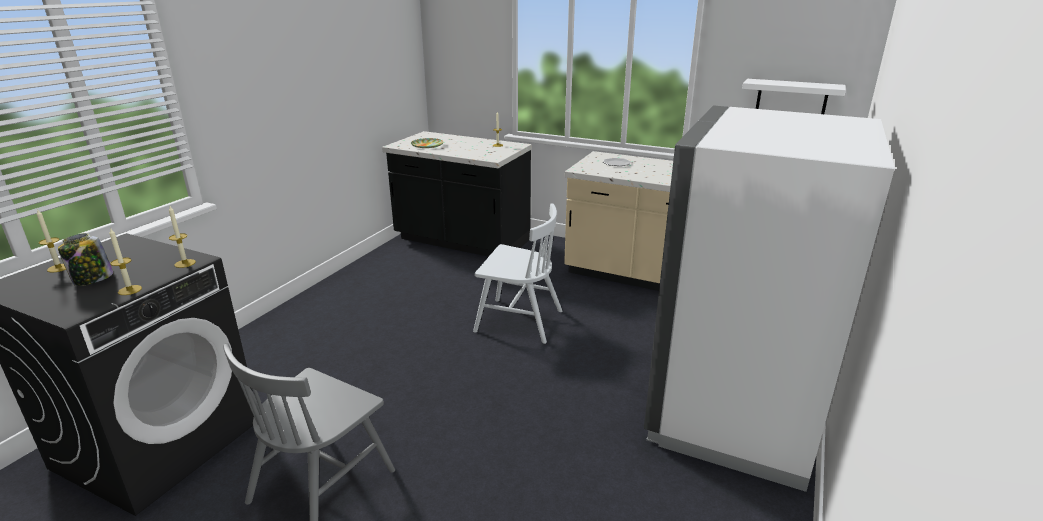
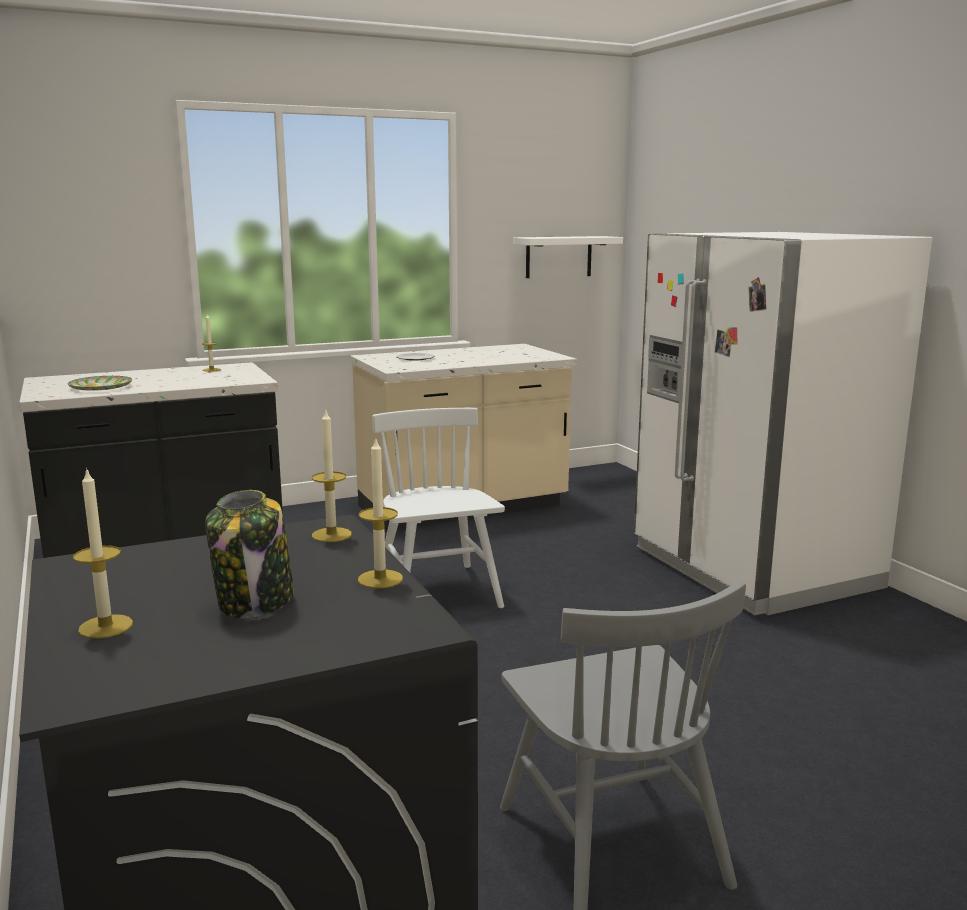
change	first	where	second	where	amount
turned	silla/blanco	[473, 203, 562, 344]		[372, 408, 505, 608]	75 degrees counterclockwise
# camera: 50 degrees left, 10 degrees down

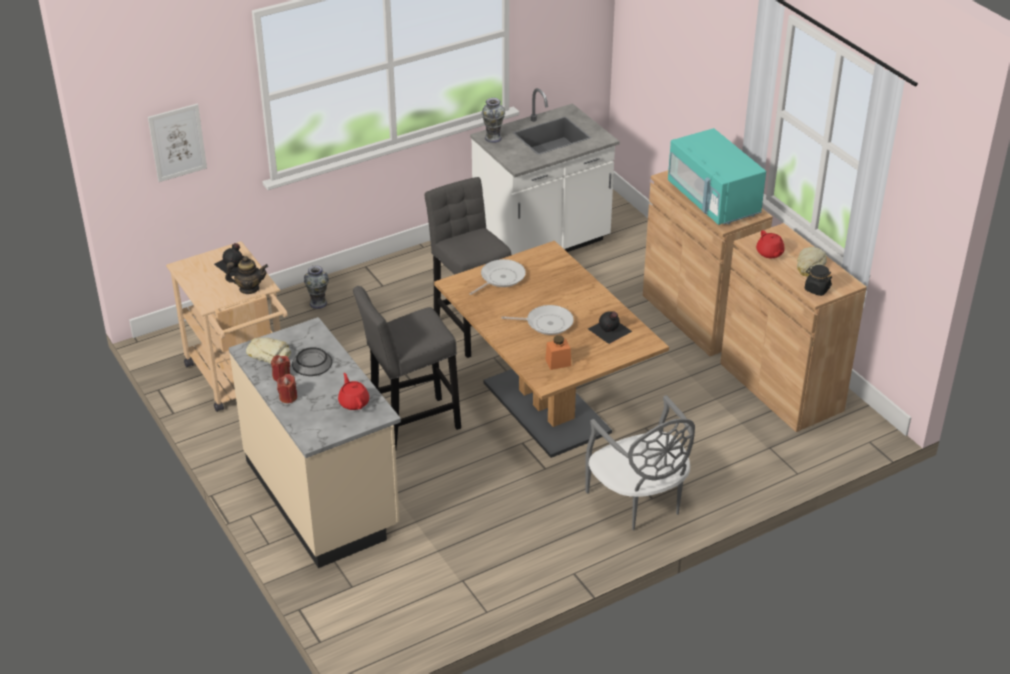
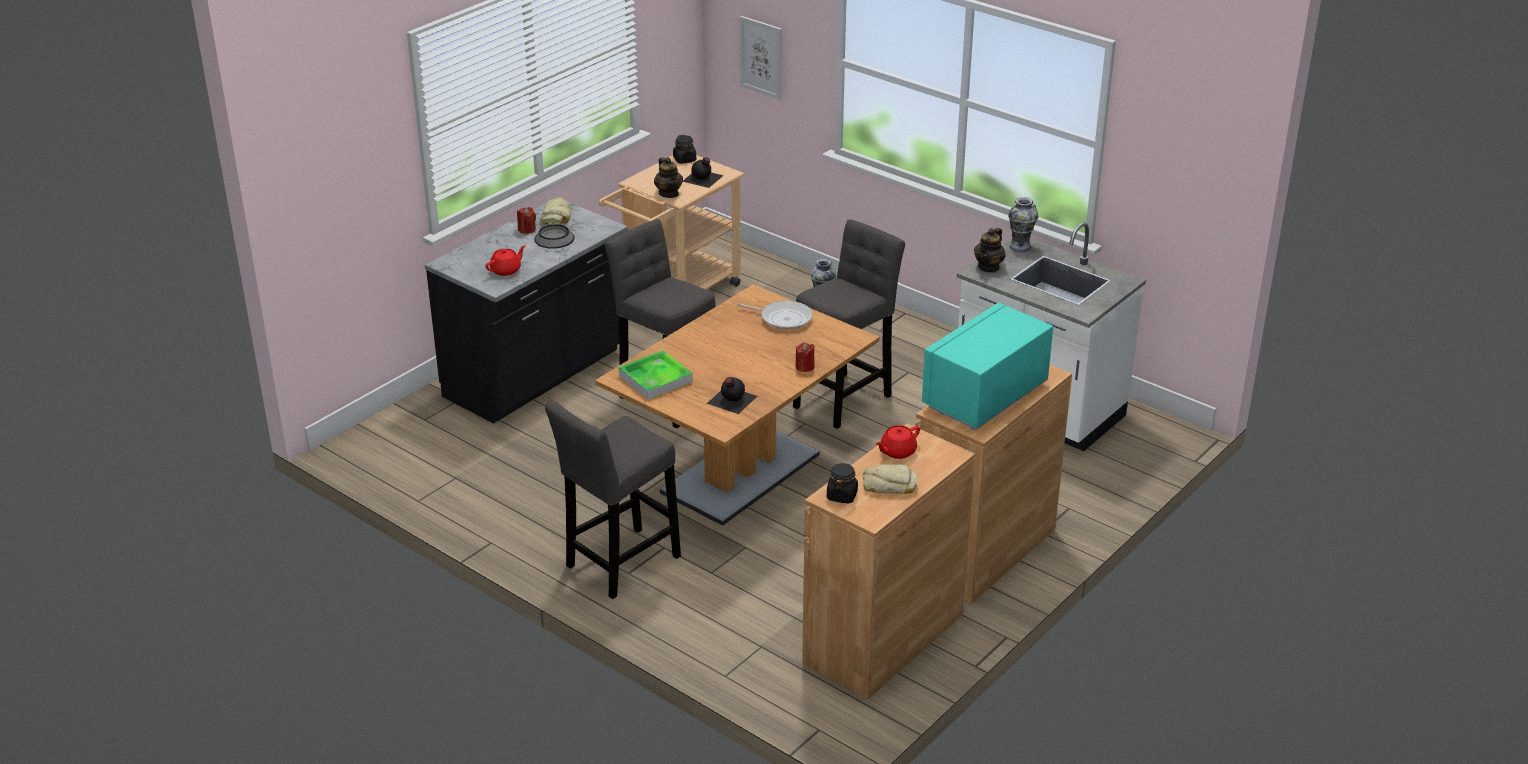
change	first	where	second	where	amount
removed	sartén	[501, 305, 574, 335]			
added			tarro/negro	[673, 135, 696, 164]	
added			tetera	[974, 228, 1006, 273]	
moved	vela/rojo	[277, 374, 297, 403]		[796, 342, 815, 372]	
replaced	tarro/naranja	[545, 336, 571, 370]	bandeja	[619, 350, 693, 400]	
replaced	silla/gris	[585, 395, 695, 531]	taburete/gris	[545, 401, 681, 599]	
recoloured	mueble bajo de cocina/beis	[229, 317, 401, 568]	mueble bajo de cocina/negro	[425, 201, 628, 424]	
# camera: 70 degrees right, 5 degrees down

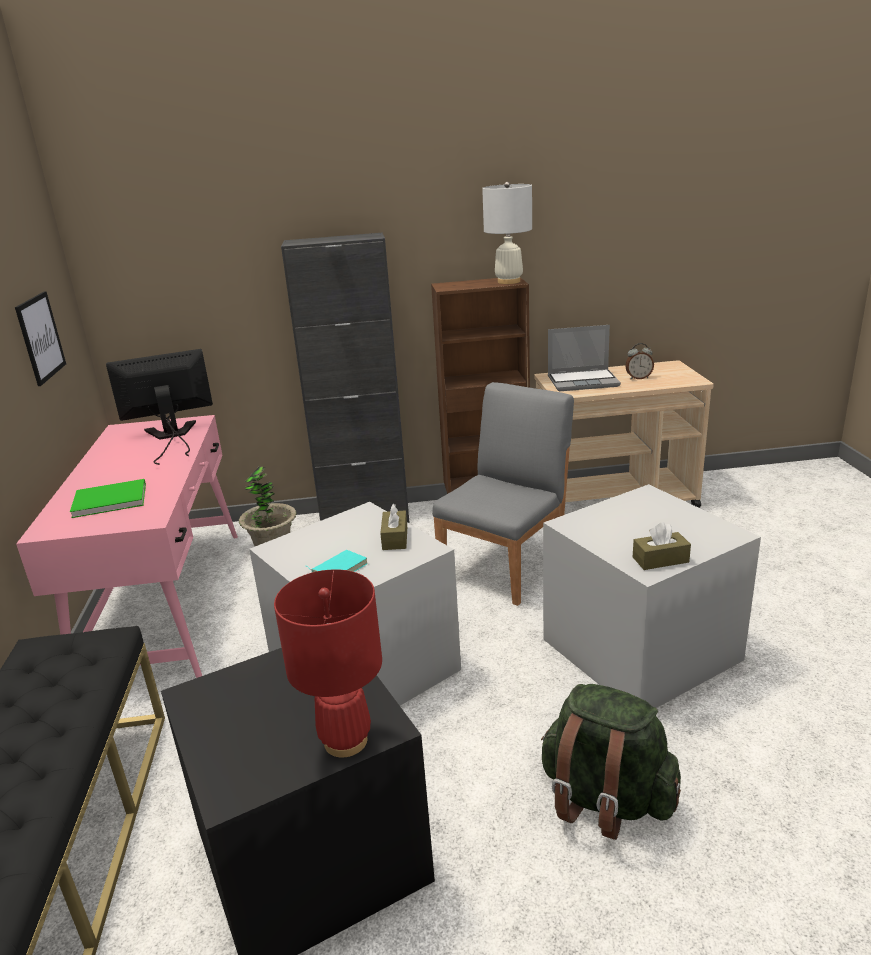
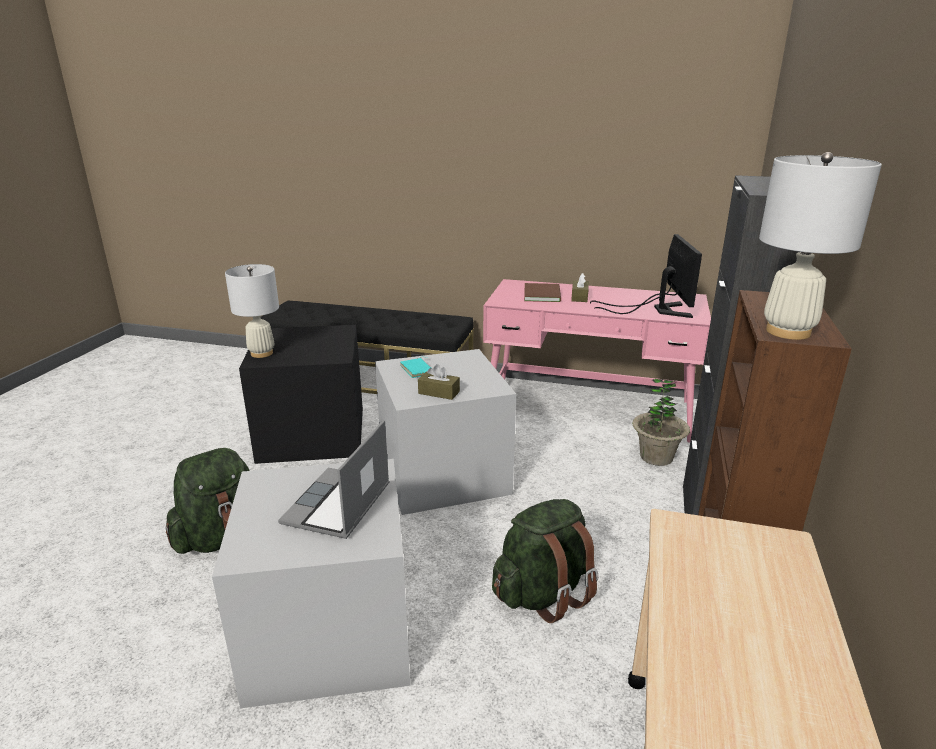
change	first	where	second	where	amount
removed	cuadro	[15, 291, 66, 386]			
removed	despertador	[625, 343, 654, 379]			
moved	portátil	[548, 325, 621, 391]		[278, 420, 389, 539]	
moved	caja de pañuelos/marrón	[633, 522, 691, 570]		[571, 273, 589, 302]	
replaced	silla/gris	[432, 382, 574, 606]	mochila/verde	[492, 499, 598, 623]	
recoloured	libro/verde	[70, 479, 146, 518]	libro/marrón	[524, 283, 561, 302]	
recoloured	lámpara de mesa/rojo	[274, 569, 382, 757]	lámpara de mesa/blanco	[225, 264, 279, 358]	
# camera: 110 degrees right, 0 degrees up

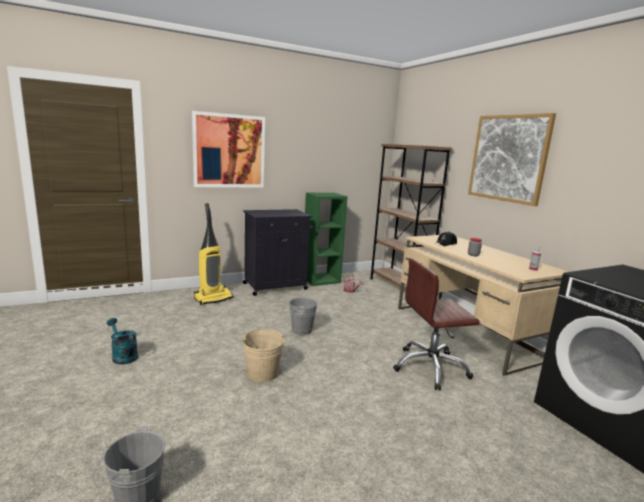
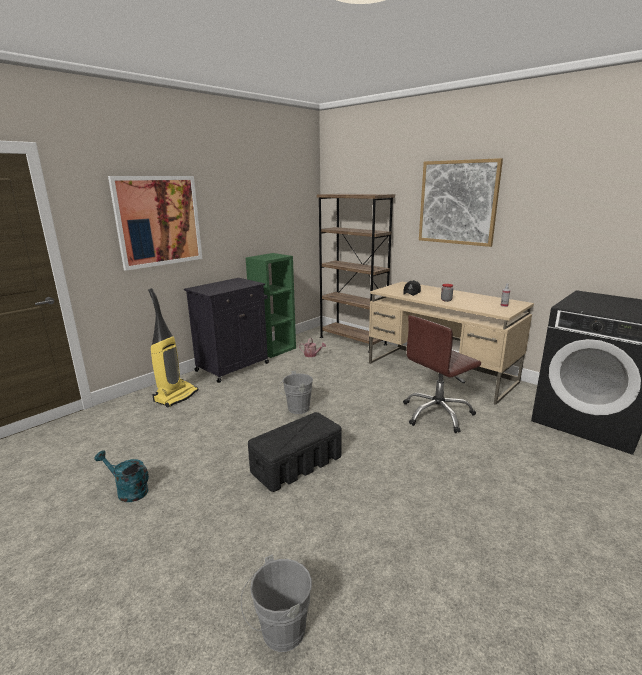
change	first	where	second	where	amount
replaced	cubo/beis	[242, 328, 285, 382]	caja de almacenaje/negro	[248, 412, 342, 492]	
# camera: 20 degrees left, 5 degrees up

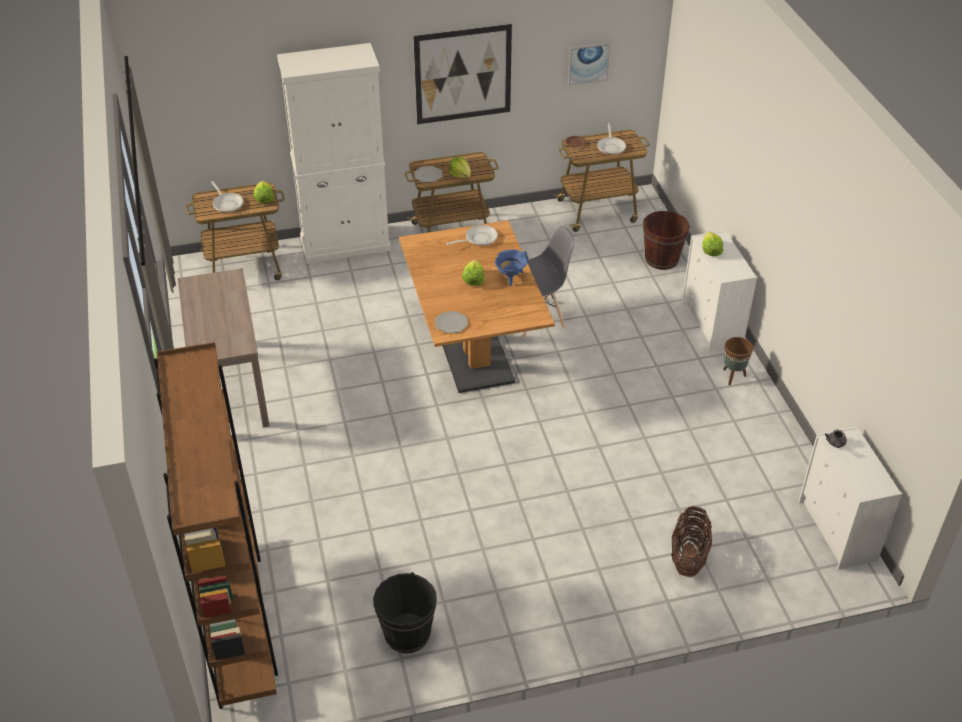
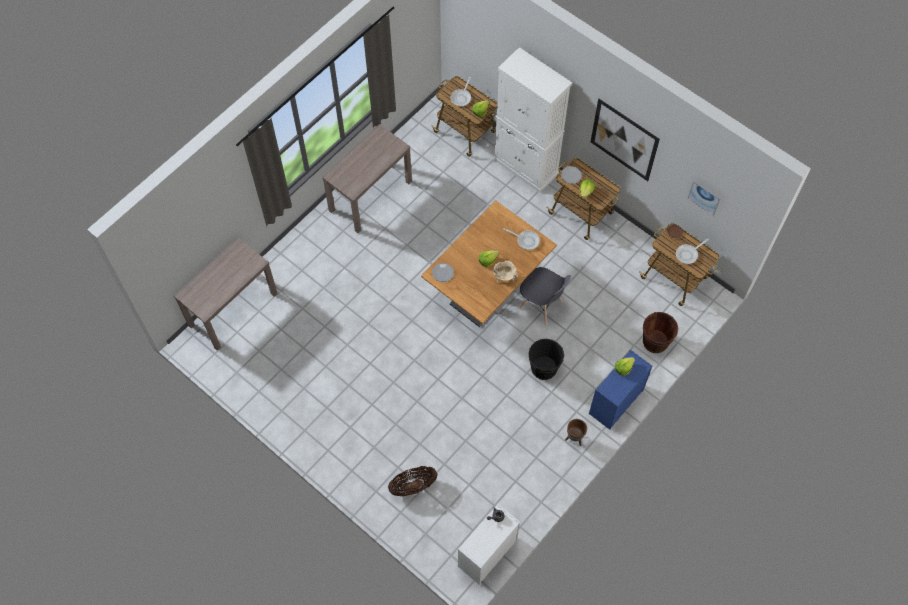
change	first	where	second	where	amount
moved	cubo/negro	[373, 572, 437, 653]		[529, 339, 564, 380]	
replaced	estantería/marrón	[154, 342, 278, 709]	mesa consola/marrón	[174, 238, 277, 351]	
recoloured	olla/azul	[495, 250, 528, 286]	olla/beis	[493, 260, 518, 283]	
recoloured	cómoda/blanco	[682, 230, 757, 350]	cómoda/azul	[589, 350, 652, 430]	
# camera: 55 degrees right, 20 degrees up

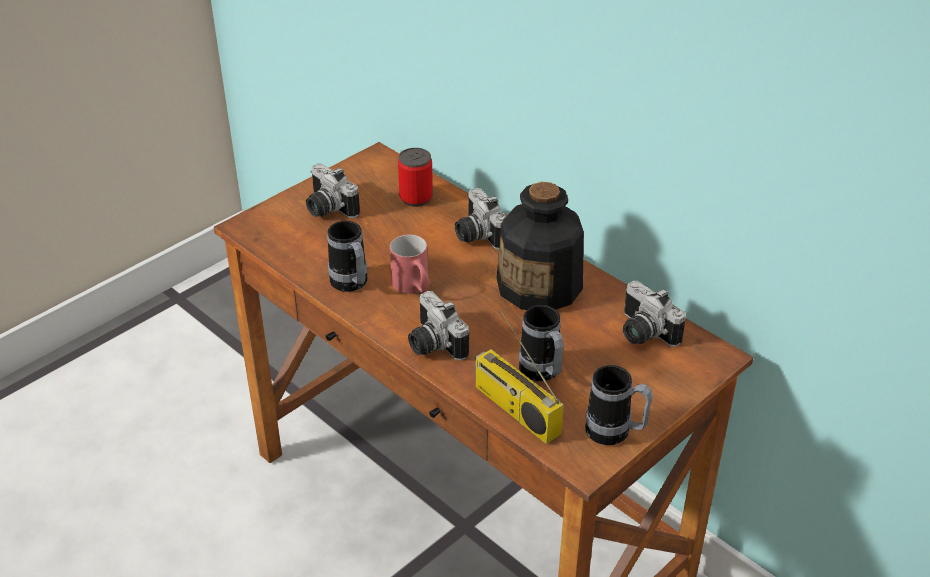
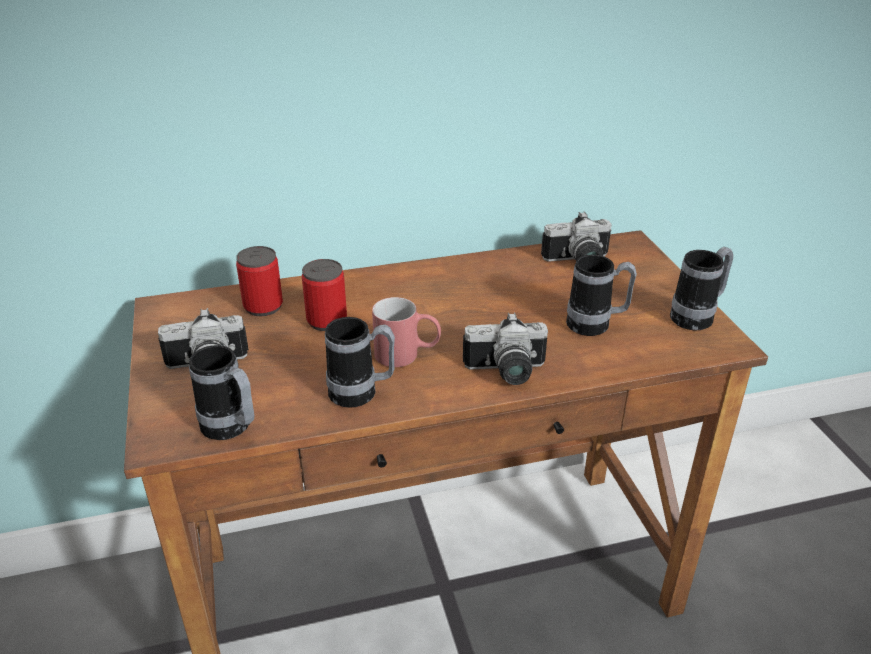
change	first	where	second	where	amount
removed	cámara	[455, 188, 506, 250]			
removed	radio	[475, 310, 564, 444]			
removed	botella	[497, 182, 584, 310]			
added			taza grande	[189, 345, 254, 440]	
added			lata	[302, 259, 347, 331]	
# camera: 60 degrees left, 5 degrees down

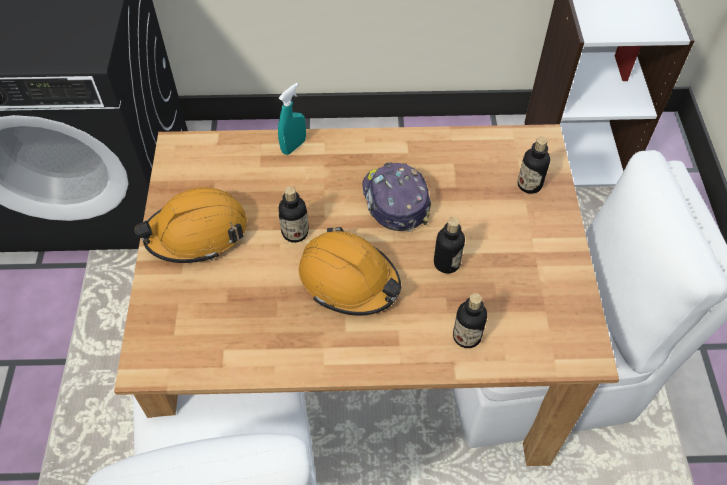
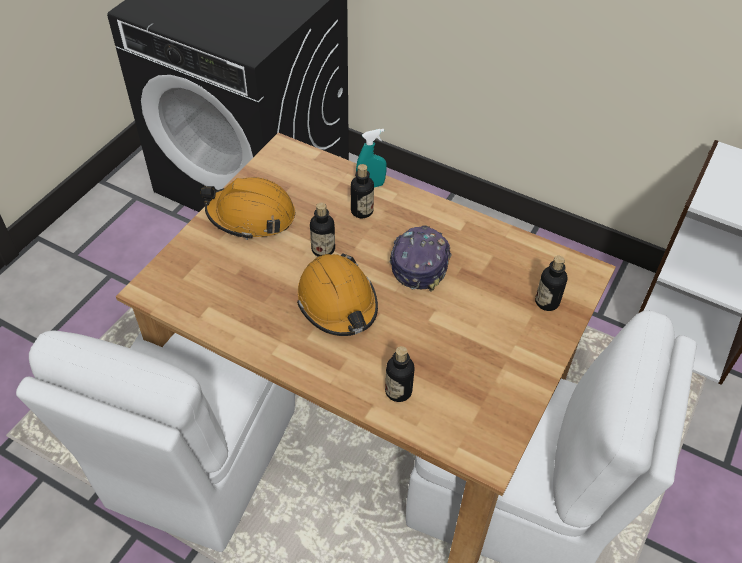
change	first	where	second	where	amount
moved	botella	[434, 217, 465, 273]		[351, 164, 374, 218]	
# camera: 30 degrees right, 5 degrees down

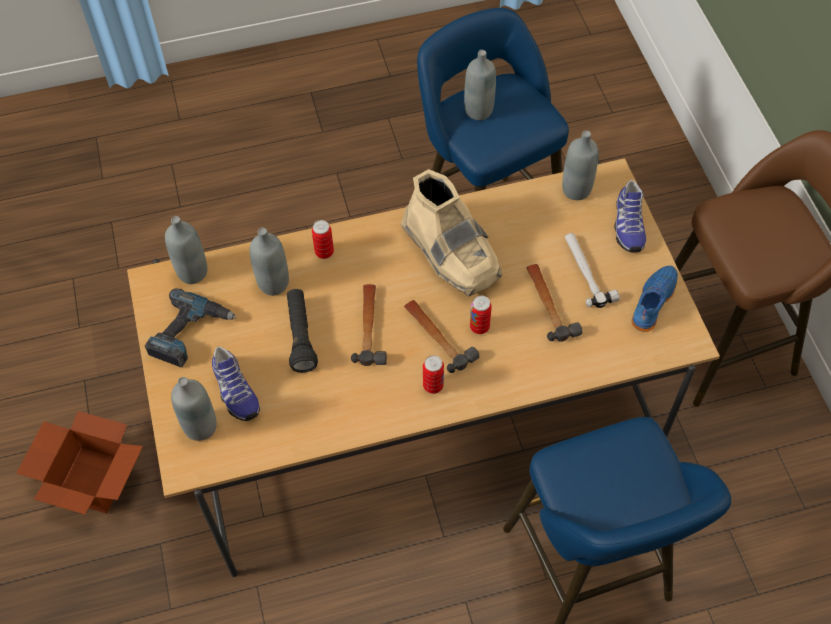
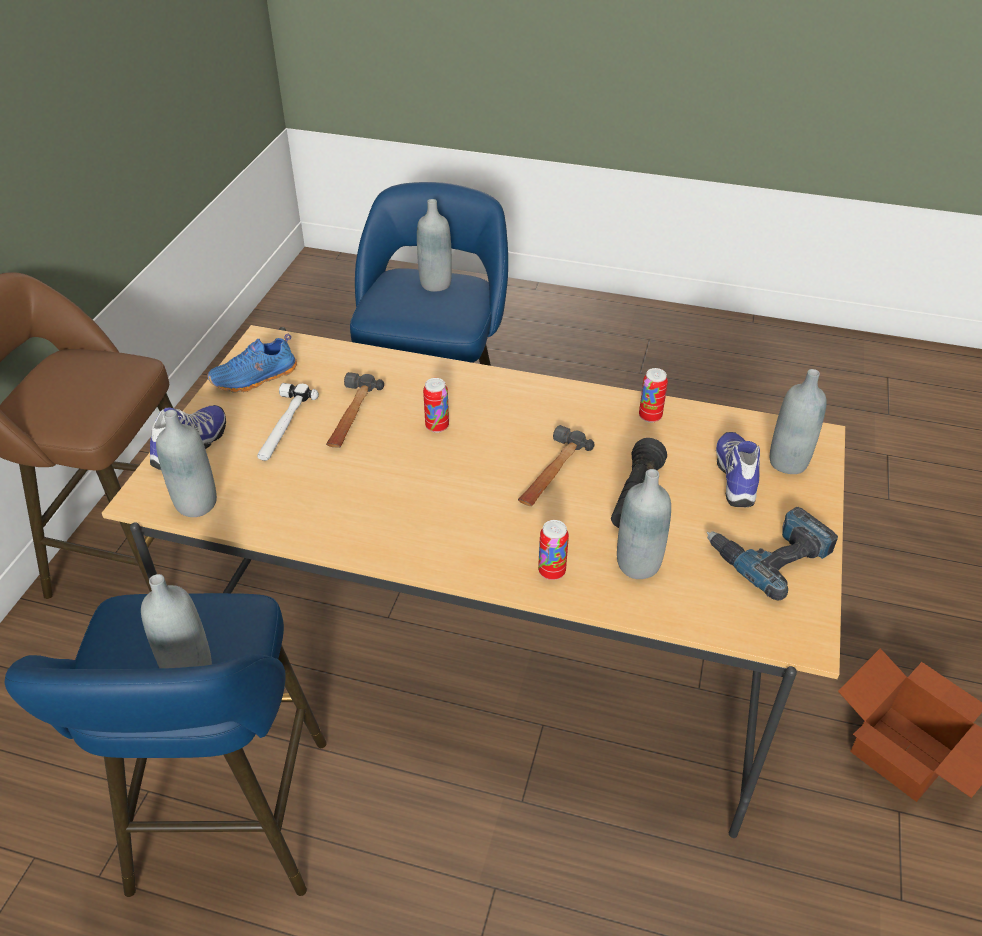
change	first	where	second	where	amount
removed	bota/beis	[401, 169, 502, 297]			
removed	martillo	[404, 300, 480, 373]			
moved	botella/gris	[165, 216, 207, 284]		[417, 199, 452, 292]	
moved	lata	[423, 355, 444, 394]		[639, 368, 668, 423]	
# camera: 150 degrees left, 15 degrees down

